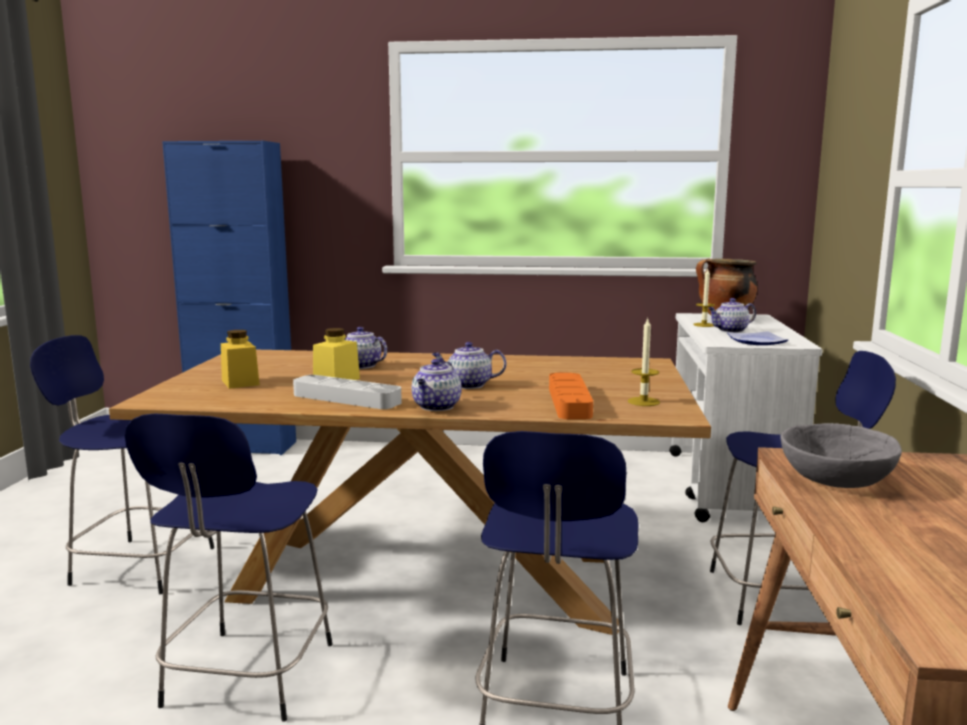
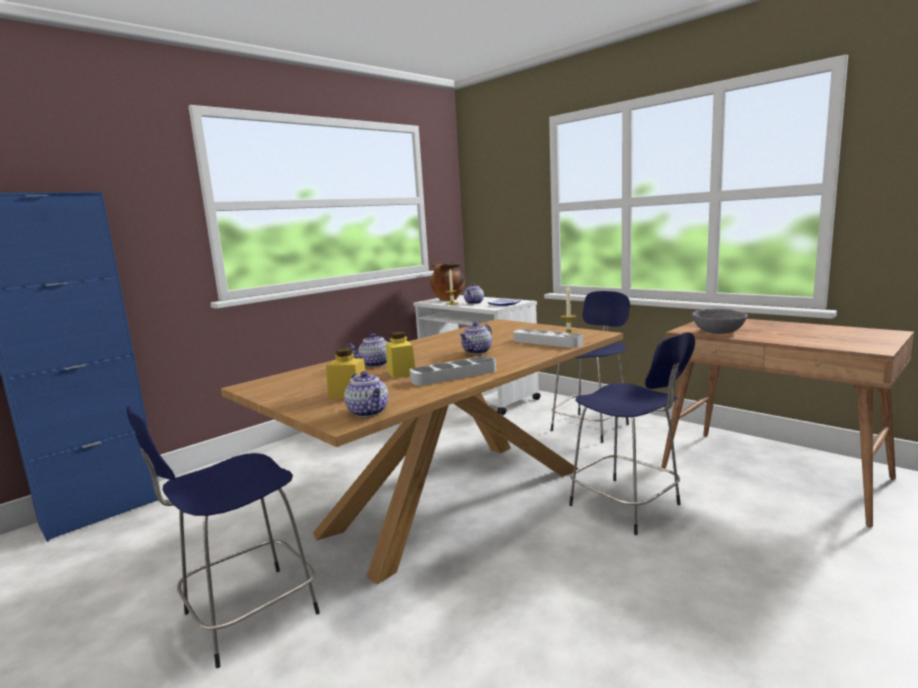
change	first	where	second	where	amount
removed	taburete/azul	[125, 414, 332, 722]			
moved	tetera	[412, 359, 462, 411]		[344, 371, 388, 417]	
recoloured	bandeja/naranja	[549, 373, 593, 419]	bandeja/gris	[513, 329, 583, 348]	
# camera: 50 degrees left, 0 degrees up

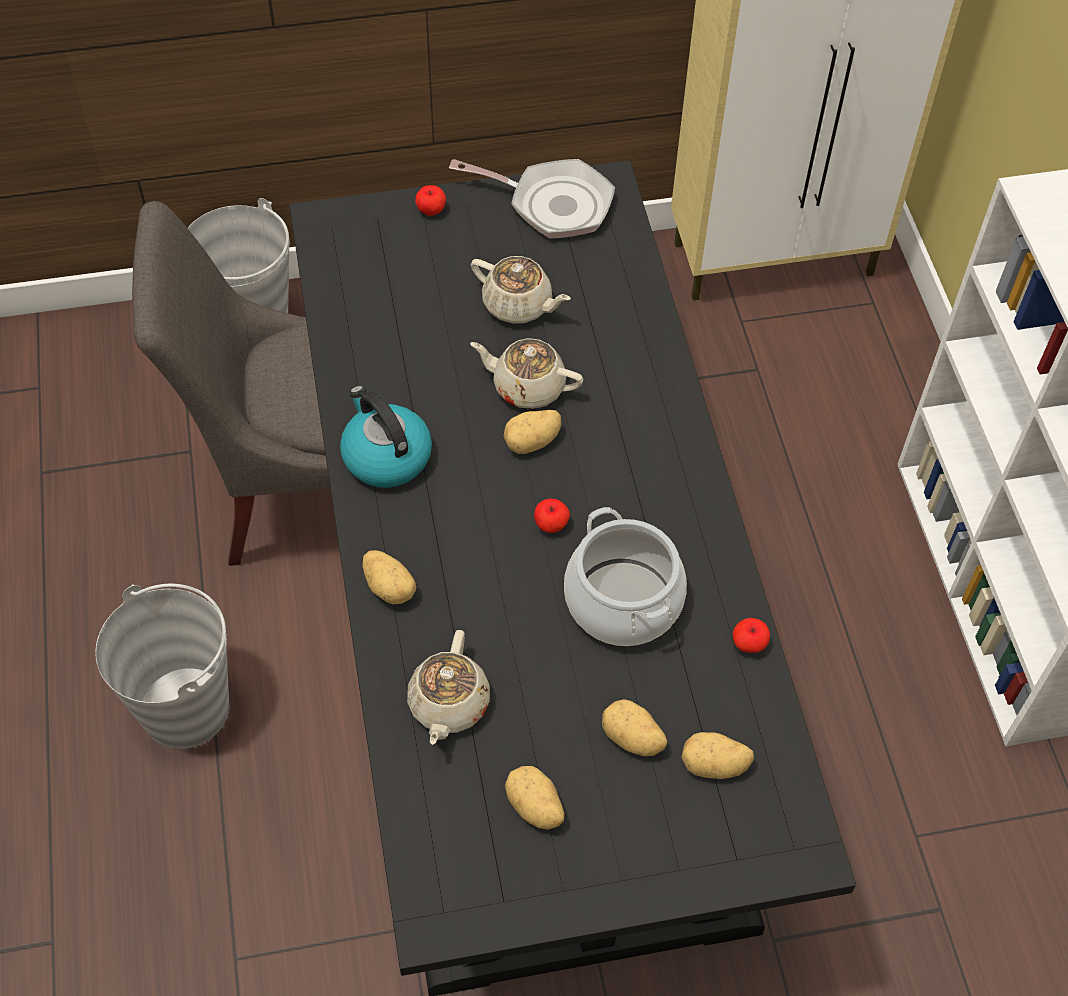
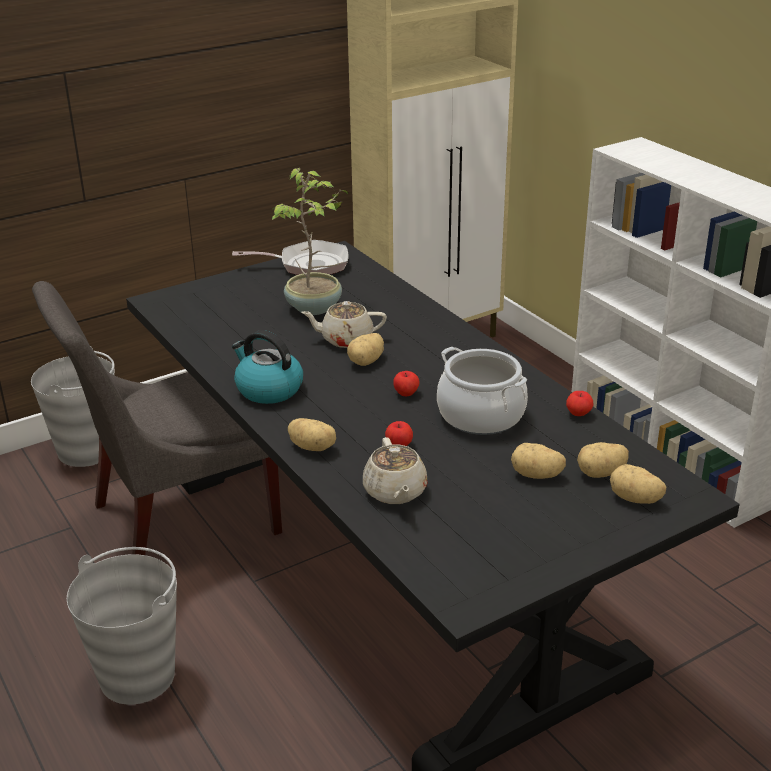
change	first	where	second	where	amount
moved	manzana	[415, 185, 446, 216]		[385, 421, 413, 446]	
moved	patata	[505, 766, 564, 830]		[610, 464, 666, 504]	
replaced	tetera/beis	[471, 256, 571, 324]	planta en maceta	[270, 168, 348, 315]	
# camera: 20 degrees left, 25 degrees down

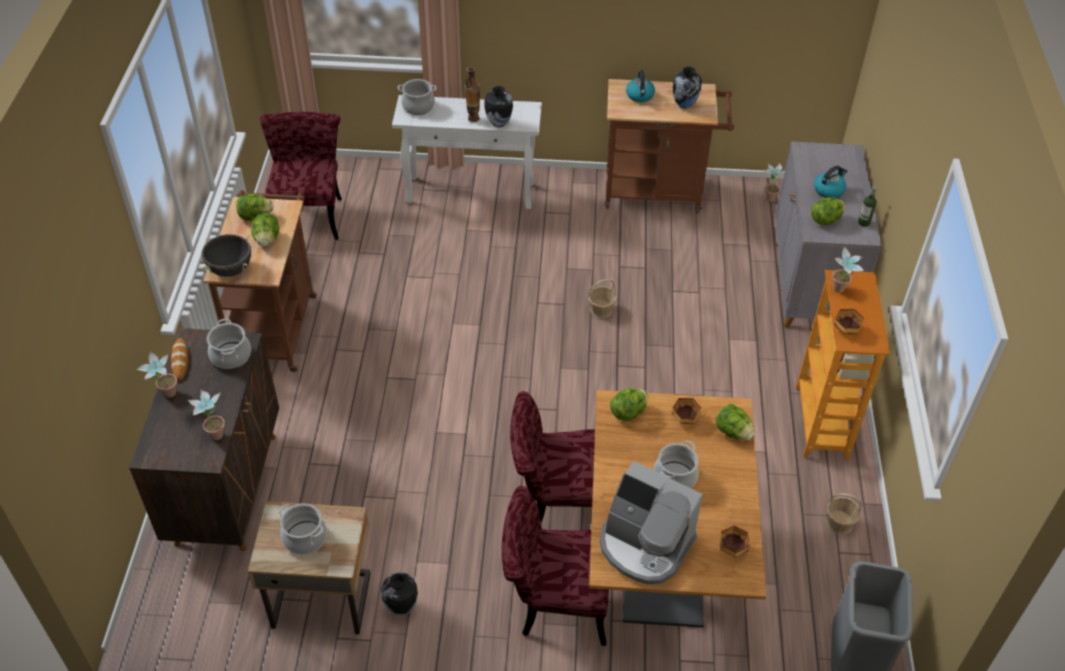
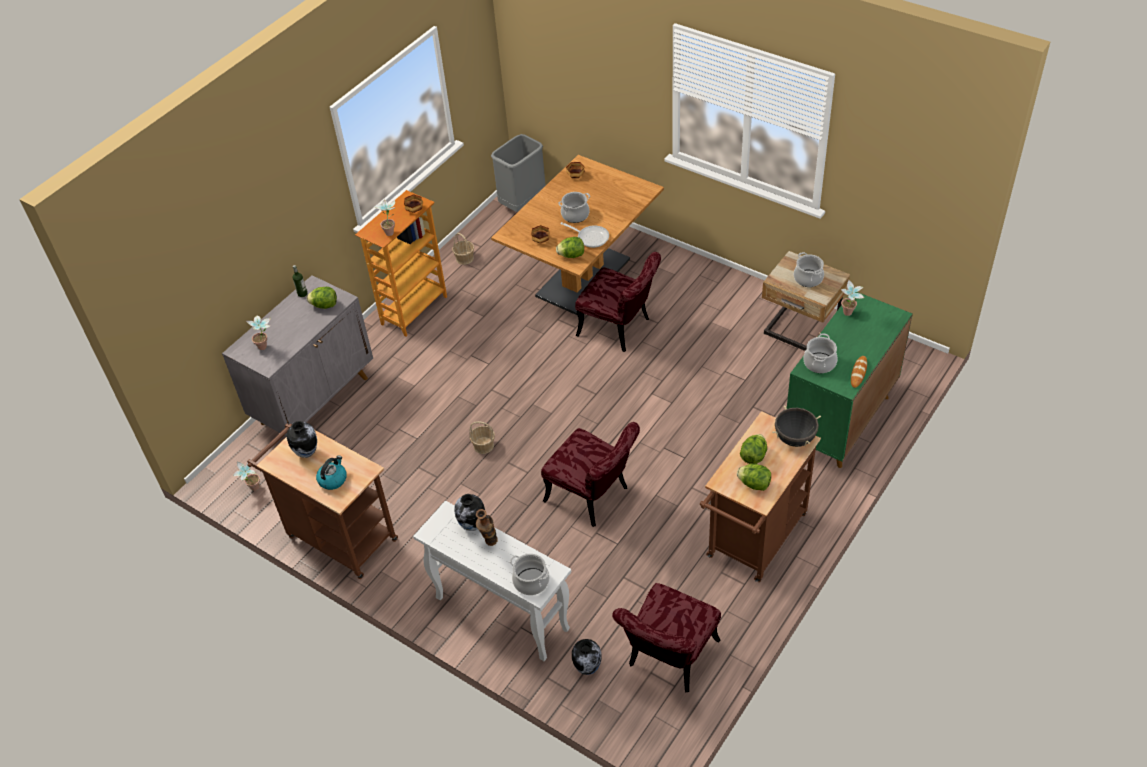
change	first	where	second	where	amount
removed	cafetera	[600, 461, 703, 584]			
removed	lechuga	[716, 404, 754, 441]			
removed	hervidor	[814, 166, 848, 198]			
added			sartén	[560, 222, 609, 248]	
moved	planta en maceta	[136, 351, 177, 398]		[246, 316, 271, 350]	
moved	florero	[381, 572, 418, 616]		[572, 639, 602, 675]	
moved	silla/rojo	[502, 486, 609, 646]		[541, 422, 640, 527]	
recoloured	armario/marrón	[129, 328, 279, 551]	armario/verde	[787, 292, 913, 468]	
# camera: 145 degrees left, 0 degrees up

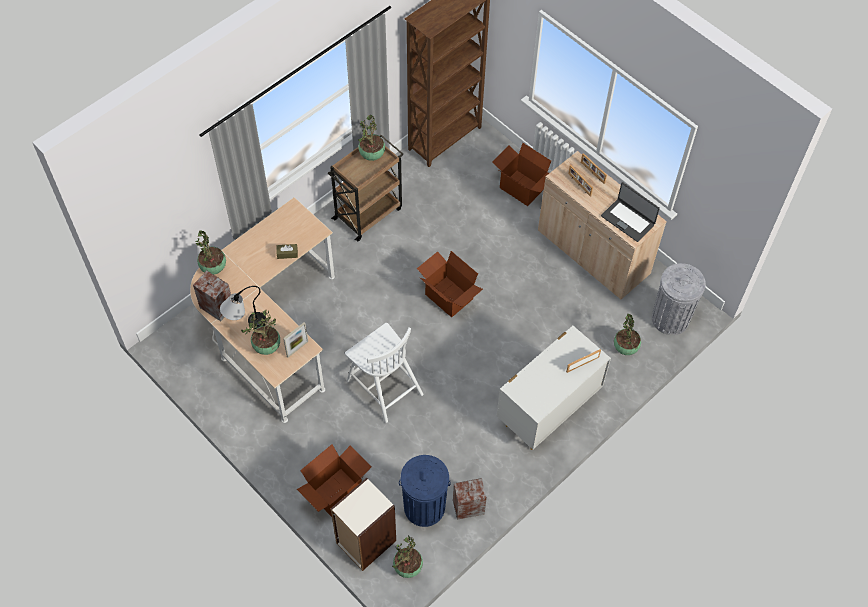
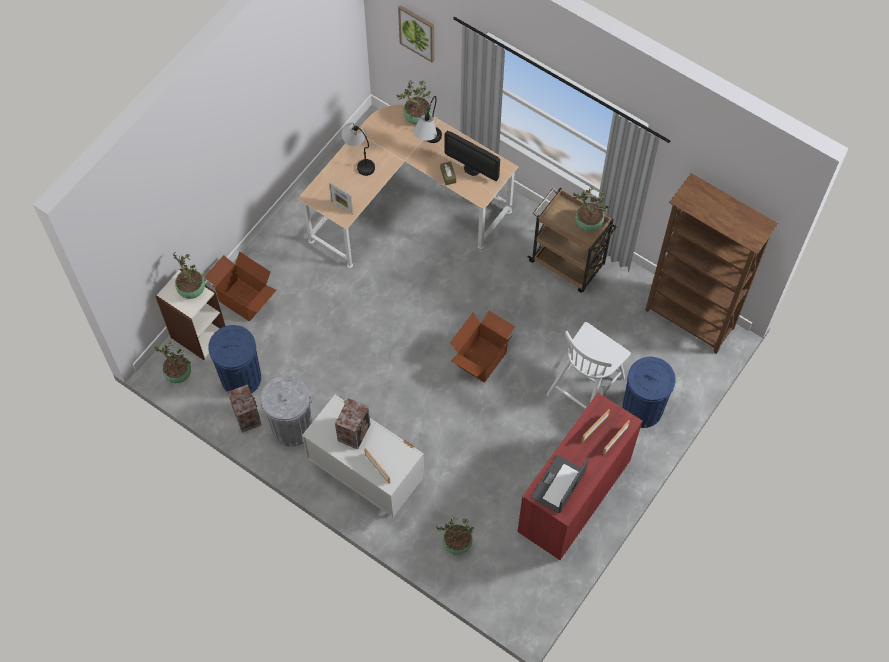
change	first	where	second	where	amount
added			cuadro	[398, 5, 434, 63]	
added			lámpara de mesa	[413, 96, 442, 143]	
added			monitor	[444, 131, 500, 181]	
moved	altavoz	[193, 271, 233, 321]		[335, 398, 371, 450]	
moved	planta en maceta	[241, 310, 280, 355]		[173, 252, 205, 299]	
moved	silla/blanco	[345, 323, 423, 423]		[547, 322, 631, 409]	
moved	papelera/gris	[652, 263, 706, 335]		[261, 375, 312, 447]	
replaced	caja de cartón	[492, 143, 551, 206]	papelera/azul	[622, 357, 676, 428]	
recoloured	armario/beis	[538, 151, 667, 299]	armario/rojo	[518, 393, 642, 560]	
# camera: 80 degrees right, 5 degrees up

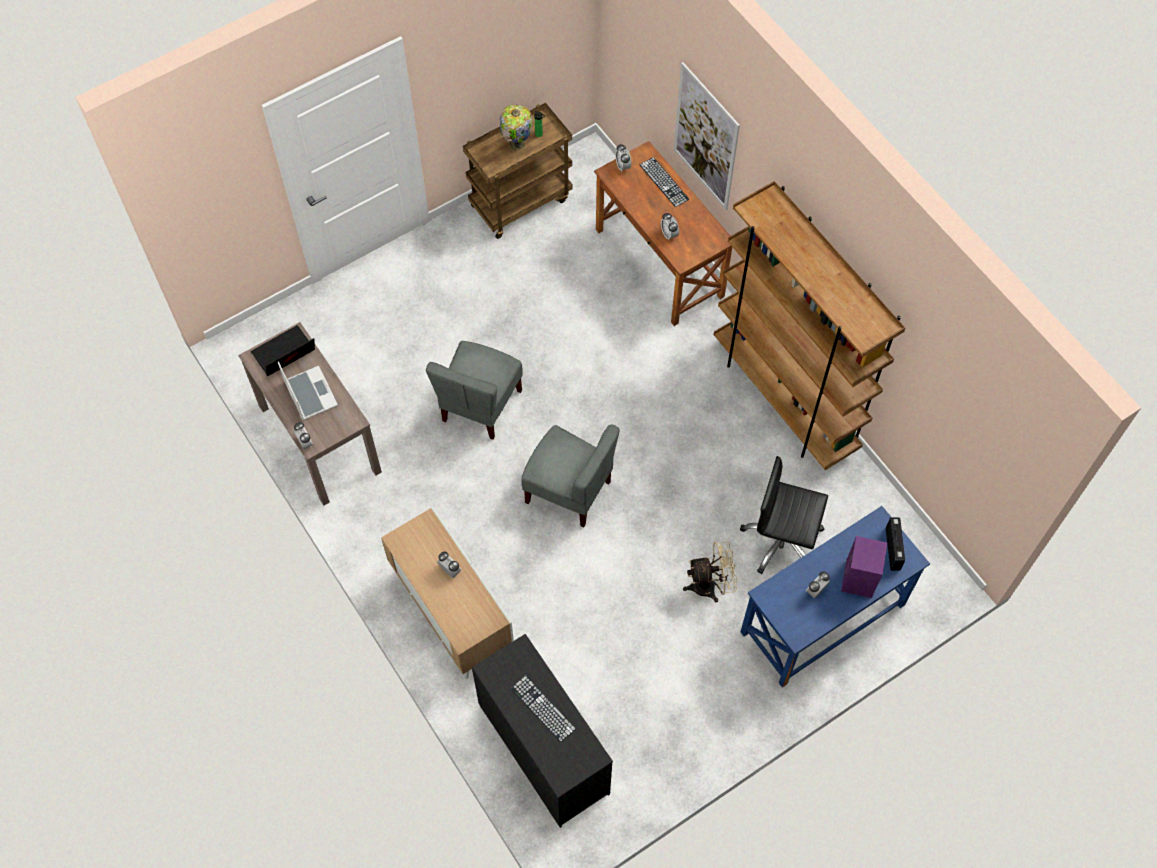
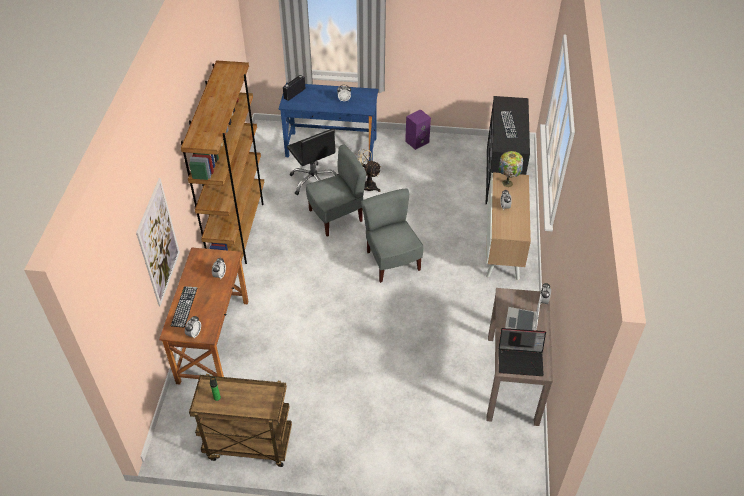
change	first	where	second	where	amount
moved	silla/gris	[426, 341, 523, 440]		[306, 145, 366, 237]	
moved	lámpara de mesa	[500, 105, 532, 151]		[499, 151, 523, 187]	
moved	altavoz/morado	[841, 536, 887, 598]		[405, 109, 431, 150]	
# camera: 140 degrees left, 15 degrees down

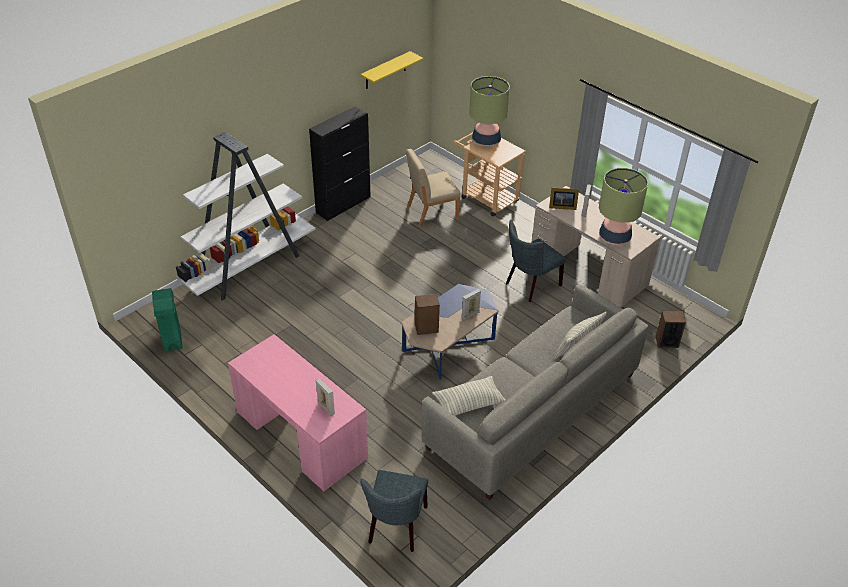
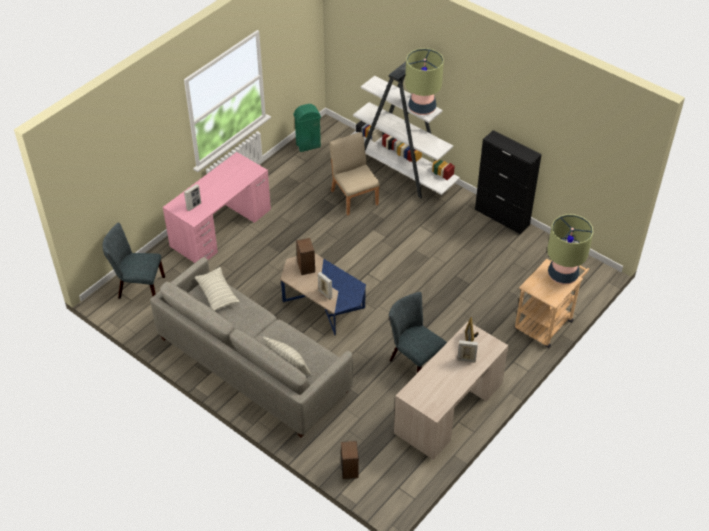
change	first	where	second	where	amount
removed	estante/amarillo	[360, 51, 424, 89]			
moved	silla/beis	[406, 149, 461, 228]		[330, 132, 380, 215]	
moved	lámpara de mesa	[599, 168, 649, 245]		[405, 48, 444, 115]	
# camera: 85 degrees right, 5 degrees up

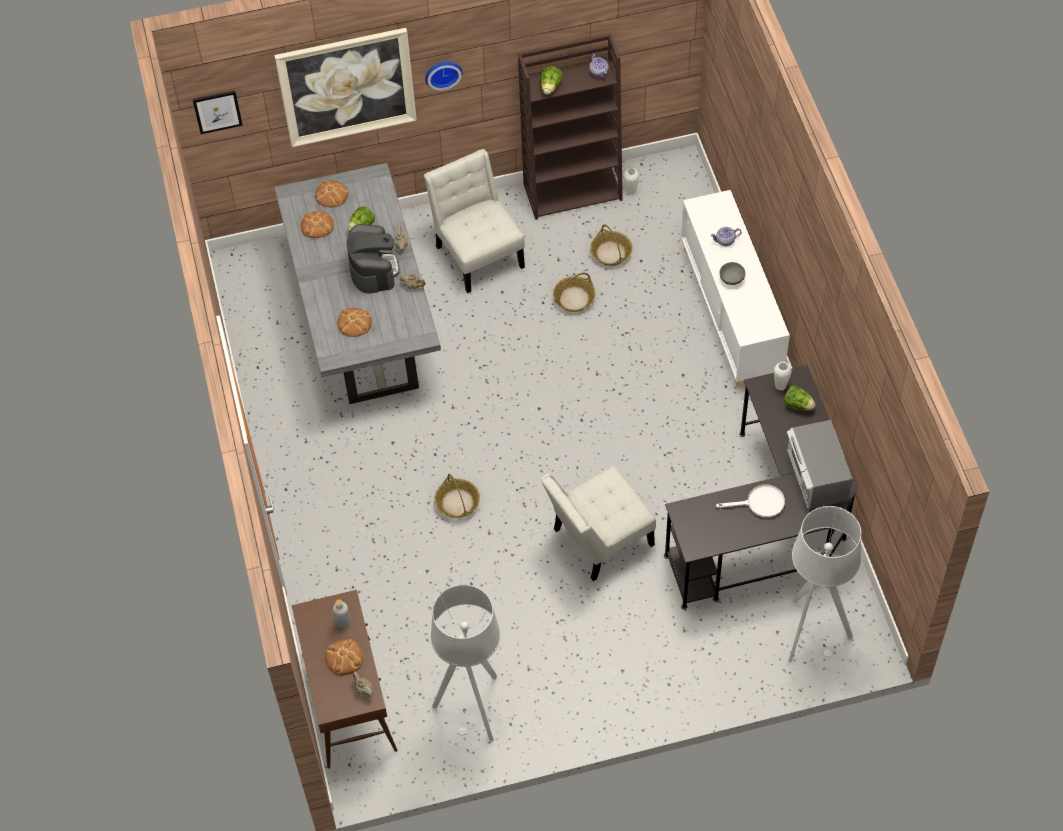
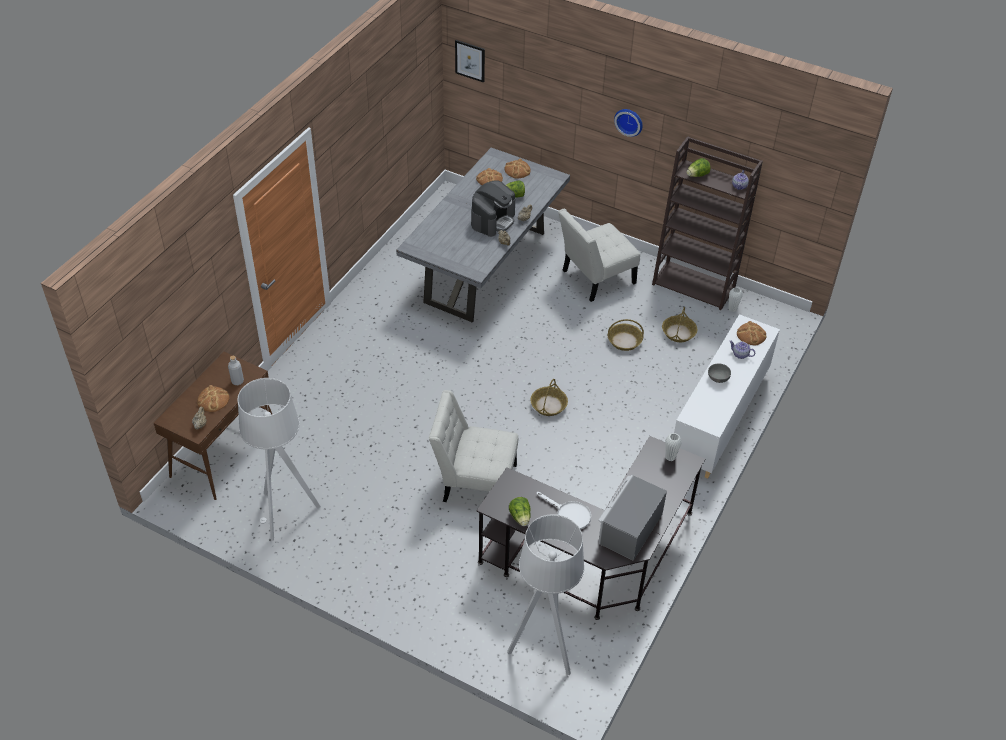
change	first	where	second	where	amount
removed	cuadro	[274, 28, 417, 147]			
moved	pan	[338, 308, 372, 337]		[737, 321, 766, 345]	
moved	cesta	[434, 474, 480, 518]		[530, 379, 568, 416]	
moved	lechuga	[784, 385, 816, 411]		[509, 497, 531, 526]	
turned	silla/blanco	[424, 149, 525, 293]		[558, 209, 640, 302]	135 degrees counterclockwise
# camera: 40 degrees right, 10 degrees down

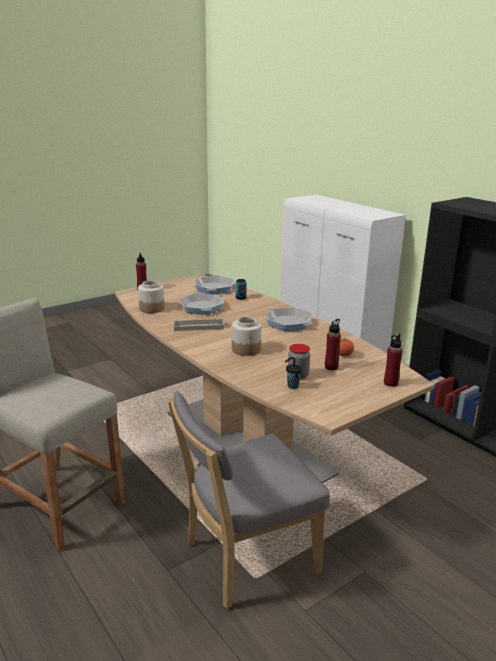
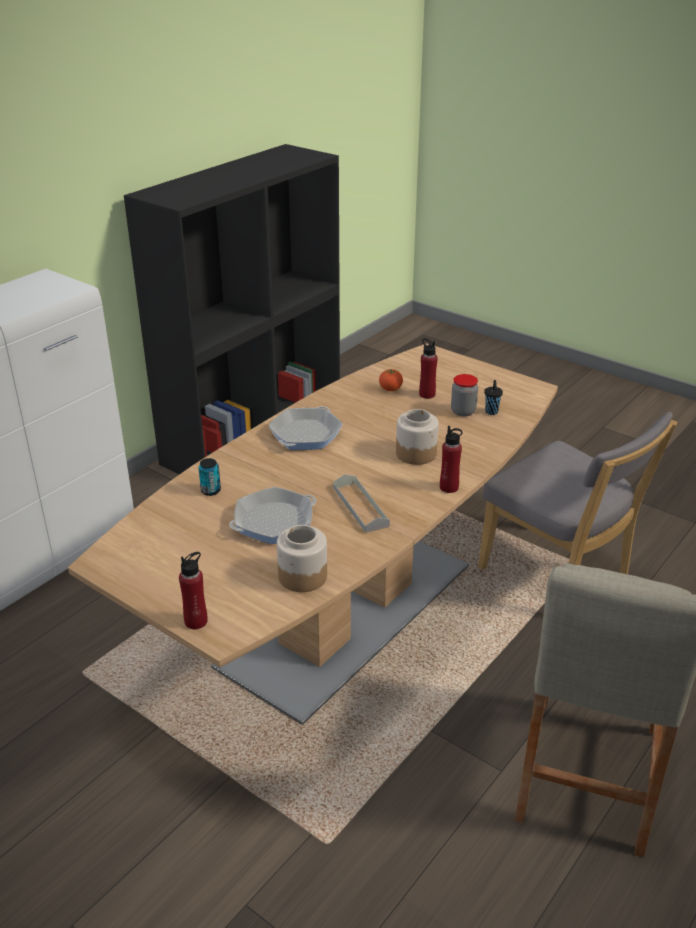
change	first	where	second	where	amount
removed	sartén	[194, 275, 234, 294]			
moved	botella/rojo	[384, 334, 403, 387]		[440, 426, 463, 493]	
# camera: 105 degrees left, 10 degrees up

